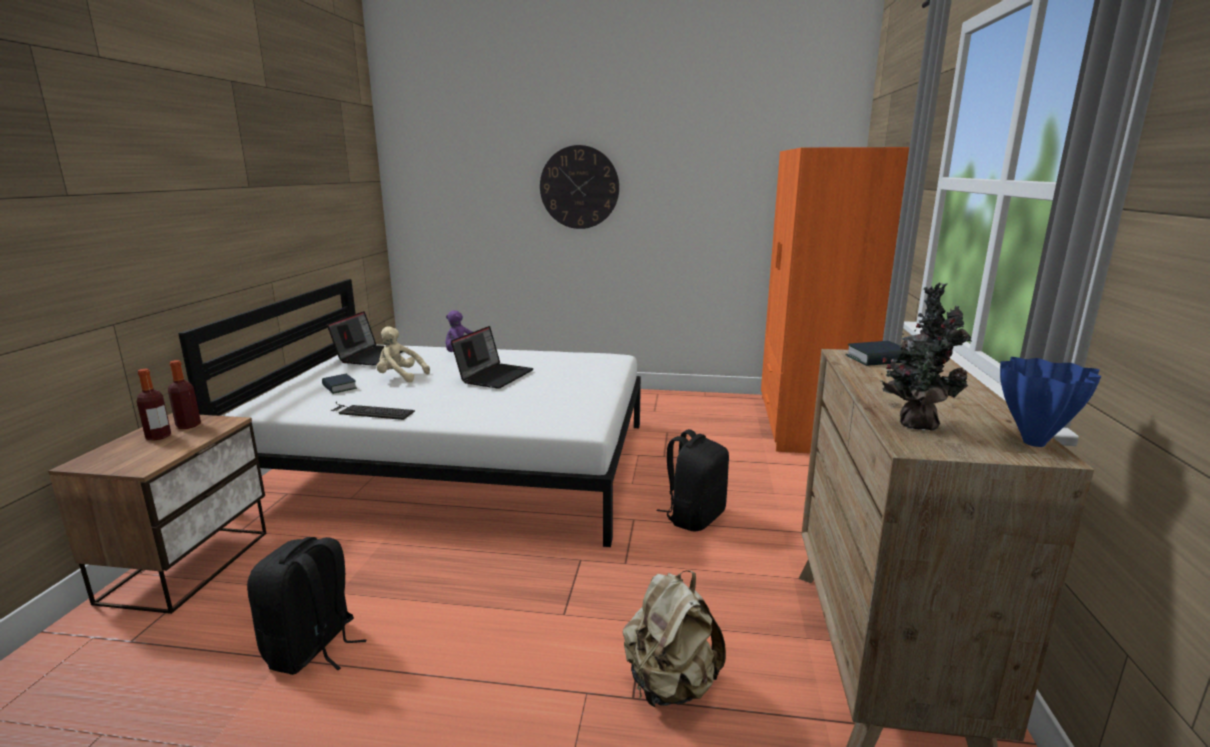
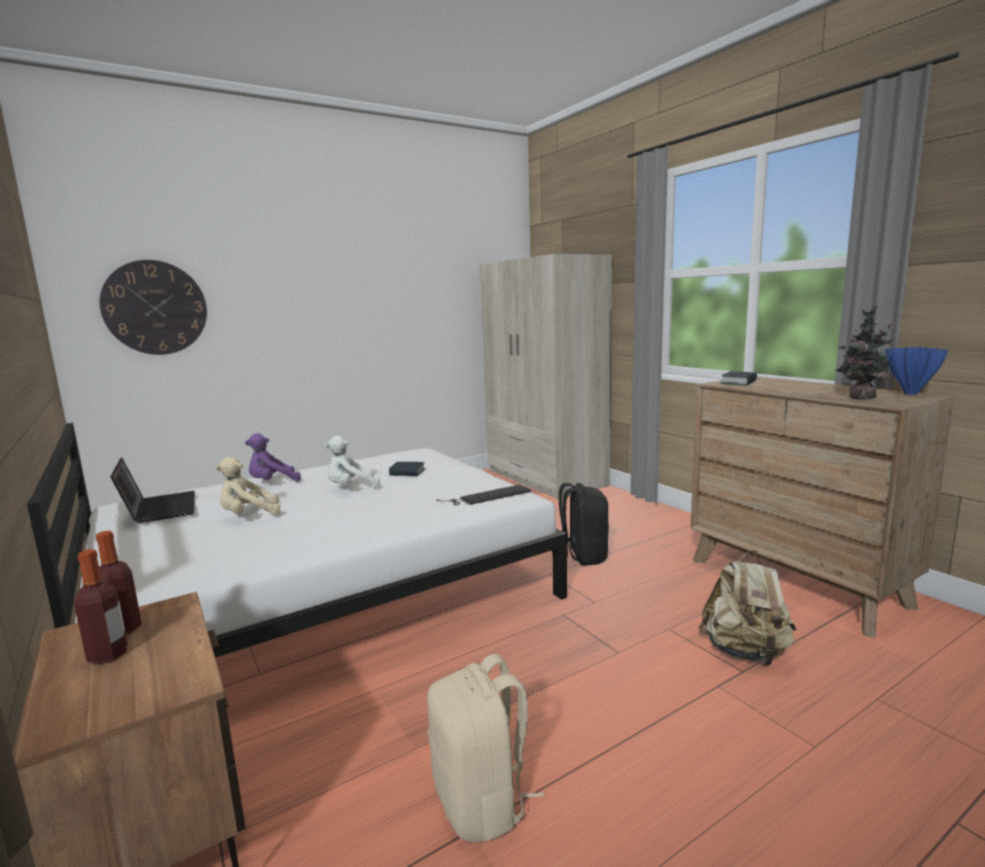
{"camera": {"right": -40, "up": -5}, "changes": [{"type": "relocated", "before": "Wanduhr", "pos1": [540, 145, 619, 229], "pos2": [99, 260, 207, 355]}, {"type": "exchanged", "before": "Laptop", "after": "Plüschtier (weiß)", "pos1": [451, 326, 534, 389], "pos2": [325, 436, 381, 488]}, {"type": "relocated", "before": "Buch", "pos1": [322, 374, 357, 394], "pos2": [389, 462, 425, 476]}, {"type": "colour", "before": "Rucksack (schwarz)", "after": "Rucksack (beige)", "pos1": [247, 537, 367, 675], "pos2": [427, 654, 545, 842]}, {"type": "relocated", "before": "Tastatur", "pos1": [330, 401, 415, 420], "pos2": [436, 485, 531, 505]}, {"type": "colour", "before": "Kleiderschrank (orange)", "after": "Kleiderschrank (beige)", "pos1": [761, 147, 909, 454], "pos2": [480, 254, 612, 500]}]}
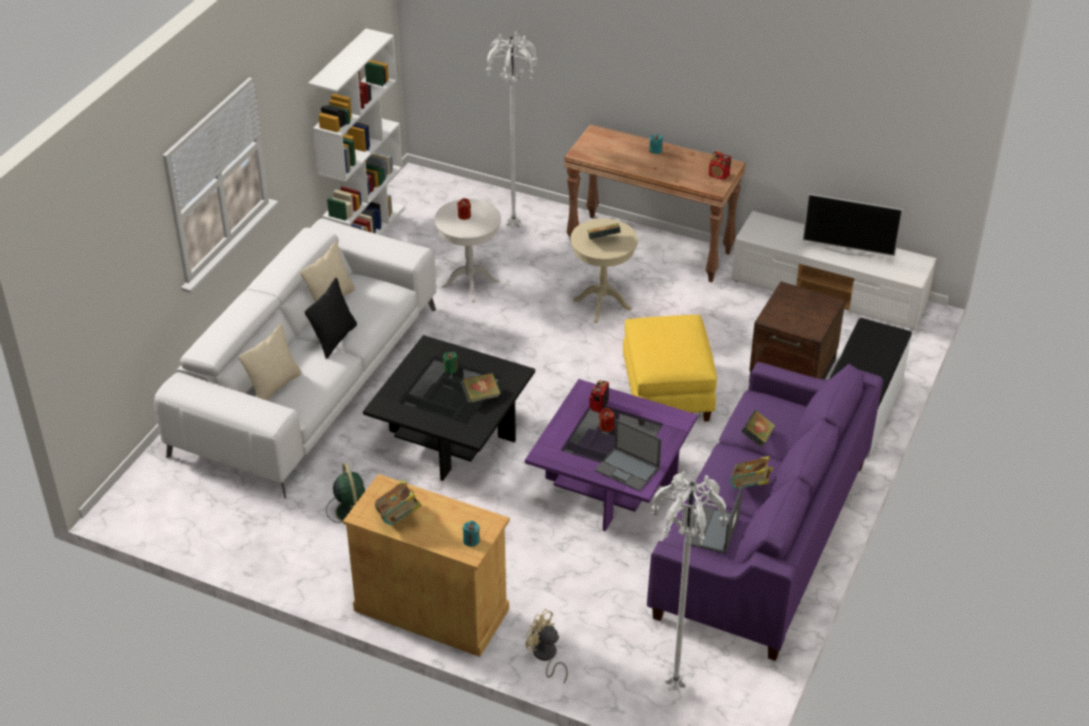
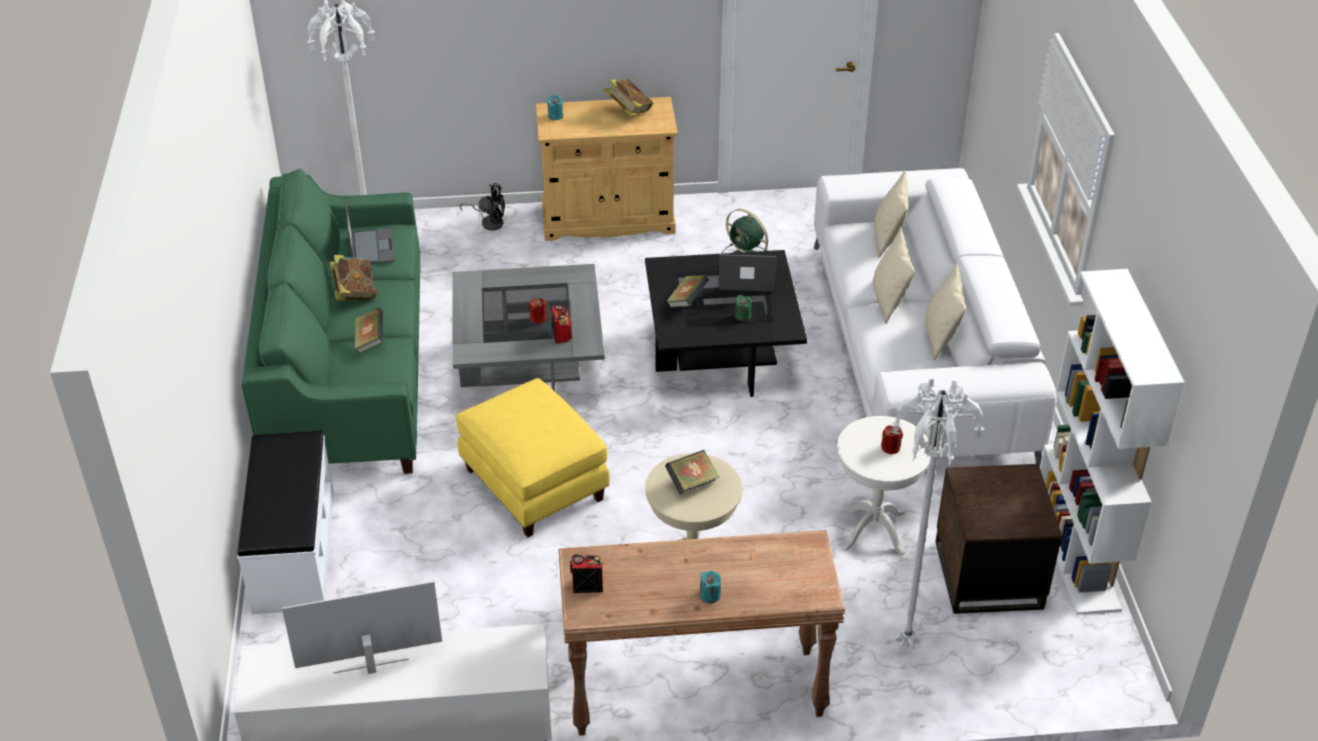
{"camera": {"right": 150, "up": 0}, "changes": [{"type": "colour", "before": "Sofa (lila)", "after": "Sofa (grün)", "pos1": [647, 362, 883, 661], "pos2": [241, 168, 420, 474]}, {"type": "colour", "before": "Couchtisch (lila)", "after": "Couchtisch (grau)", "pos1": [525, 379, 698, 531], "pos2": [452, 264, 605, 392]}, {"type": "colour", "before": "Ventilator (beige)", "after": "Ventilator (schwarz)", "pos1": [526, 609, 568, 683], "pos2": [459, 183, 505, 231]}, {"type": "relocated", "before": "Laptop", "pos1": [595, 419, 662, 491], "pos2": [719, 254, 777, 292]}, {"type": "colour", "before": "Kissen (schwarz)", "after": "Kissen (beige)", "pos1": [305, 277, 357, 359], "pos2": [873, 229, 915, 323]}, {"type": "relocated", "before": "Beistelltisch (braun)", "pos1": [749, 282, 845, 382], "pos2": [936, 464, 1062, 614]}]}
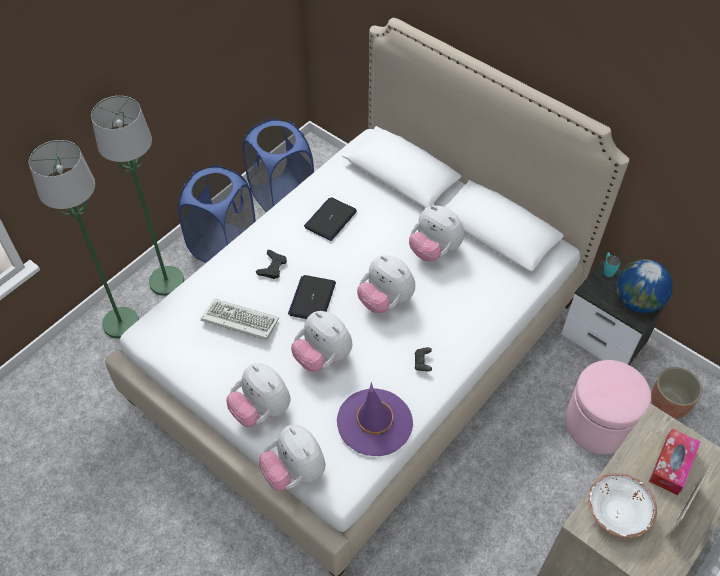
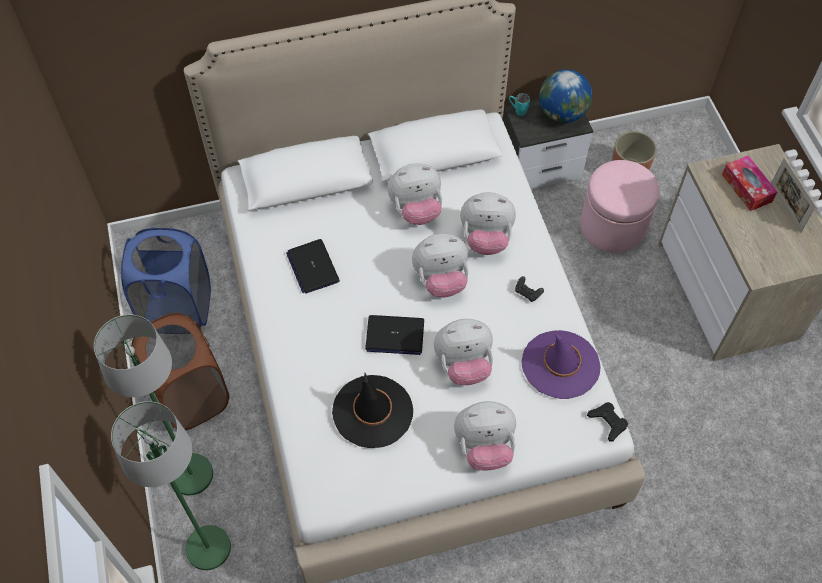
{"camera": {"right": -55, "up": 5}, "changes": [{"type": "colour", "before": "Wäschekorb (blau)", "after": "Wäschekorb (braun)", "pos1": [178, 165, 256, 263], "pos2": [132, 313, 230, 430]}, {"type": "exchanged", "before": "Tastatur", "after": "Hut (schwarz)", "pos1": [201, 299, 279, 340], "pos2": [332, 373, 413, 448]}, {"type": "spun", "before": "Laptop", "pos1": [288, 275, 336, 319], "pos2": [365, 315, 424, 355], "turn": -45}, {"type": "relocated", "before": "Plüschtier", "pos1": [259, 424, 326, 491], "pos2": [460, 192, 516, 255]}, {"type": "relocated", "before": "Gamepad (schwarz)", "pos1": [256, 250, 287, 279], "pos2": [587, 402, 628, 442]}, {"type": "missing", "before": "Schüssel (weiß)", "pos1": [588, 473, 657, 538]}]}
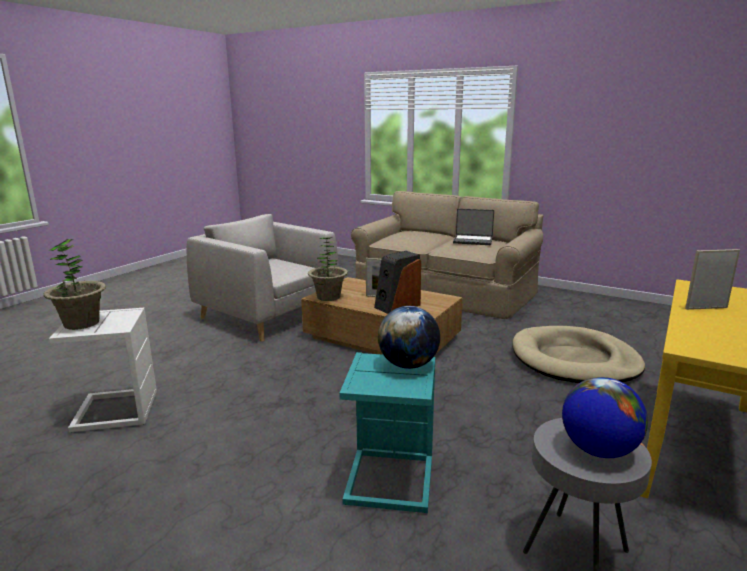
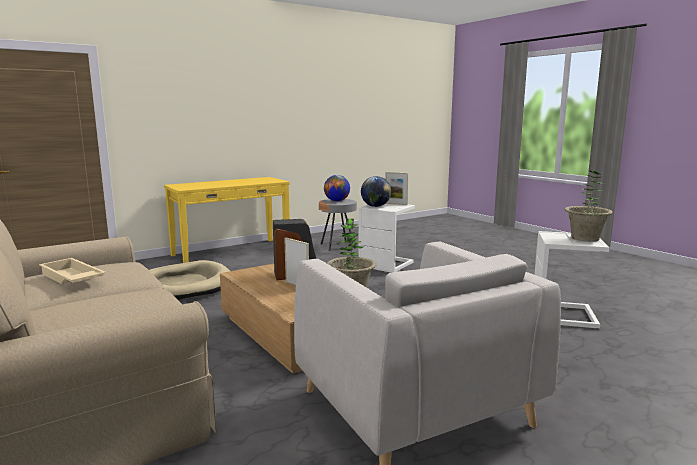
{"camera": {"right": -155, "up": -5}, "changes": [{"type": "exchanged", "before": "Laptop", "after": "Tablett (beige)", "pos1": [453, 209, 494, 245], "pos2": [39, 258, 106, 284]}, {"type": "colour", "before": "Beistelltisch (türkis)", "after": "Beistelltisch (weiß)", "pos1": [339, 352, 435, 513], "pos2": [359, 204, 415, 273]}, {"type": "relocated", "before": "Bilderrahmen", "pos1": [685, 249, 740, 310], "pos2": [385, 172, 408, 205]}]}
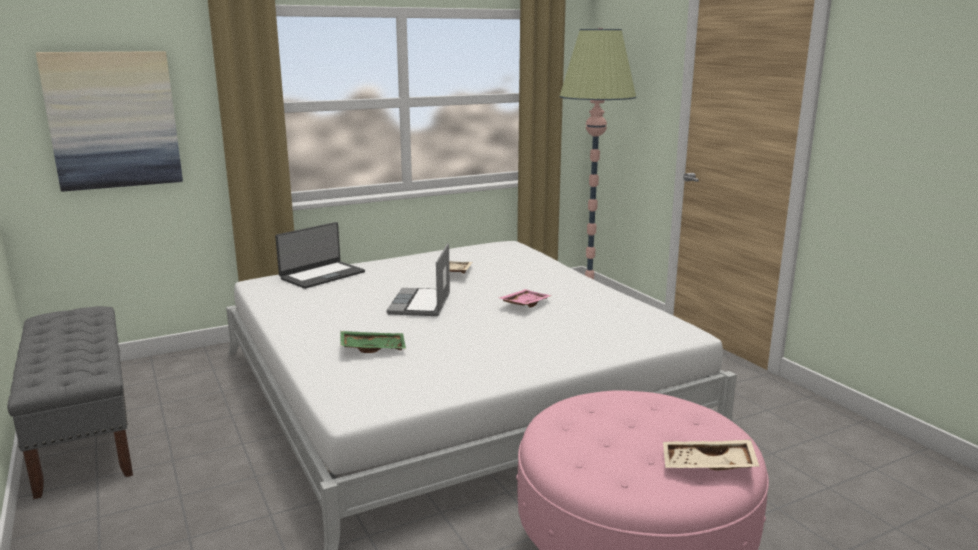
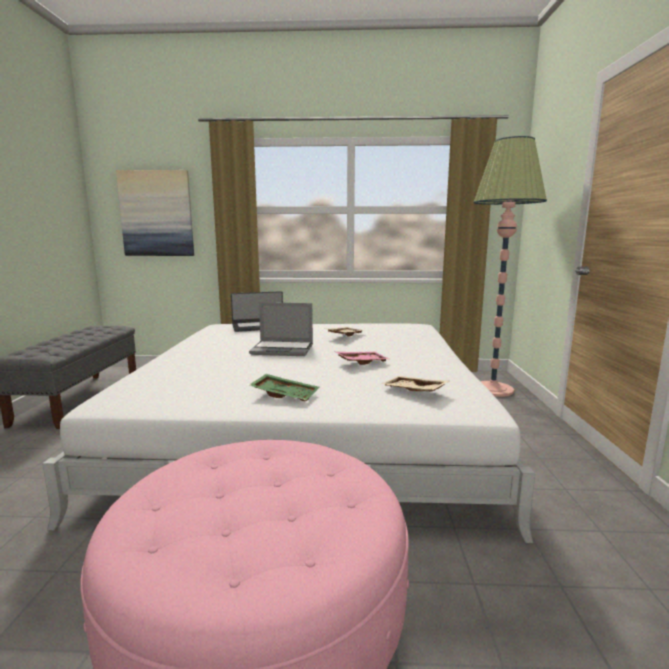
{"camera": {"right": 30, "up": -5}, "changes": [{"type": "spun", "before": "Laptop", "pos1": [386, 243, 450, 316], "pos2": [249, 302, 313, 356], "turn": -120}, {"type": "relocated", "before": "Tablett (grün)", "pos1": [340, 331, 406, 353], "pos2": [250, 374, 319, 401]}, {"type": "relocated", "before": "Tablett (beige)", "pos1": [663, 440, 760, 470], "pos2": [380, 376, 449, 392]}]}
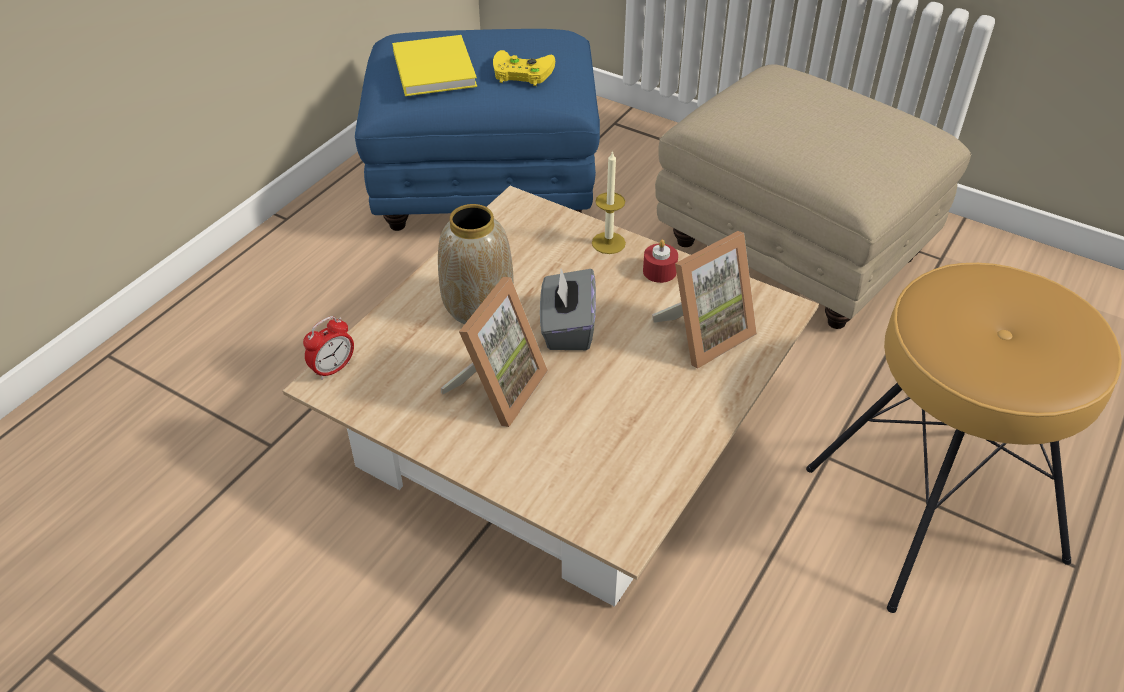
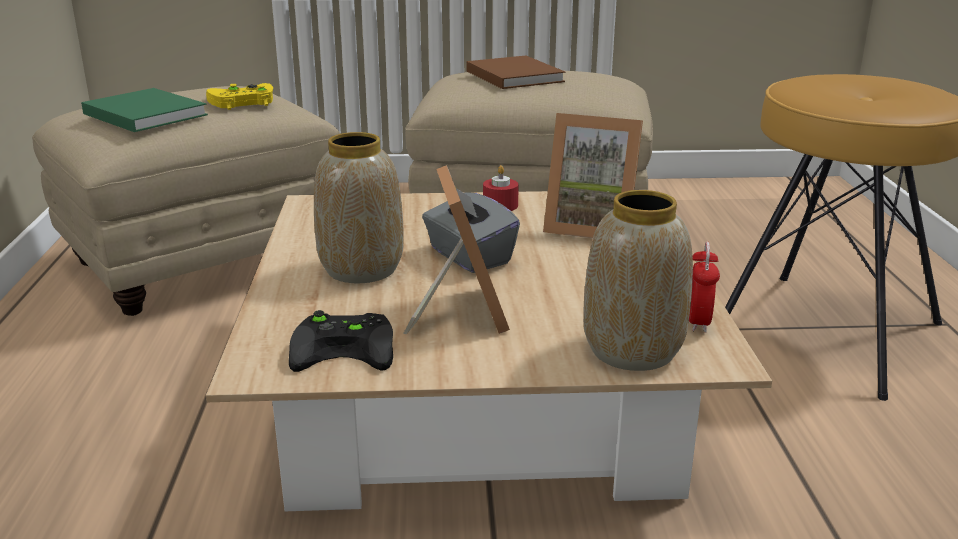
{"camera": {"right": -35, "up": -20}, "changes": [{"type": "colour", "before": "Polsterhocker (blau)", "after": "Polsterhocker (beige)", "pos1": [355, 29, 600, 231], "pos2": [32, 86, 341, 316]}, {"type": "colour", "before": "Buch (gelb)", "after": "Buch (grün)", "pos1": [392, 35, 477, 96], "pos2": [81, 88, 208, 132]}, {"type": "appeared", "after": "Gamepad (schwarz)", "pos2": [289, 310, 393, 372]}, {"type": "appeared", "after": "Buch (braun)", "pos2": [466, 56, 565, 89]}, {"type": "spun", "before": "Bilderrahmen", "pos1": [652, 231, 757, 369], "pos2": [543, 113, 643, 238], "turn": 90}, {"type": "appeared", "after": "Vase", "pos2": [583, 190, 693, 371]}, {"type": "relocated", "before": "Wecker", "pos1": [303, 316, 354, 380], "pos2": [689, 242, 720, 333]}, {"type": "missing", "before": "Kerze", "pos1": [592, 150, 626, 254]}]}
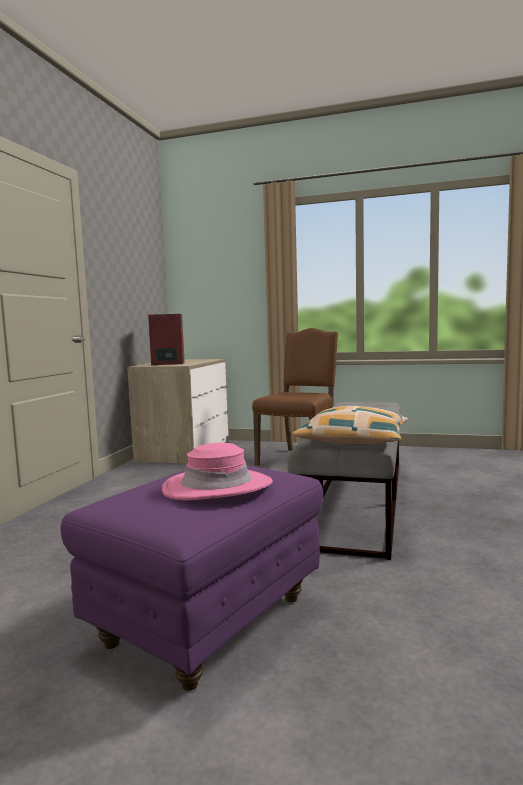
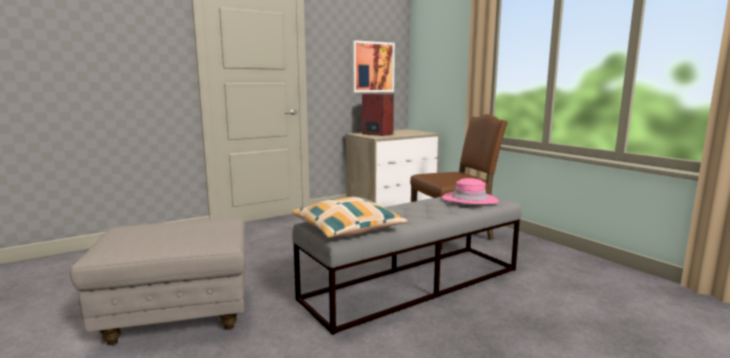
{"camera": {"right": 40, "up": 5}, "changes": [{"type": "colour", "before": "Polsterhocker (lila)", "after": "Polsterhocker (grau)", "pos1": [61, 466, 323, 691], "pos2": [70, 218, 246, 345]}, {"type": "appeared", "after": "Bild", "pos2": [352, 40, 395, 92]}, {"type": "relocated", "before": "Hut (rosa)", "pos1": [162, 443, 273, 500], "pos2": [442, 178, 499, 204]}]}
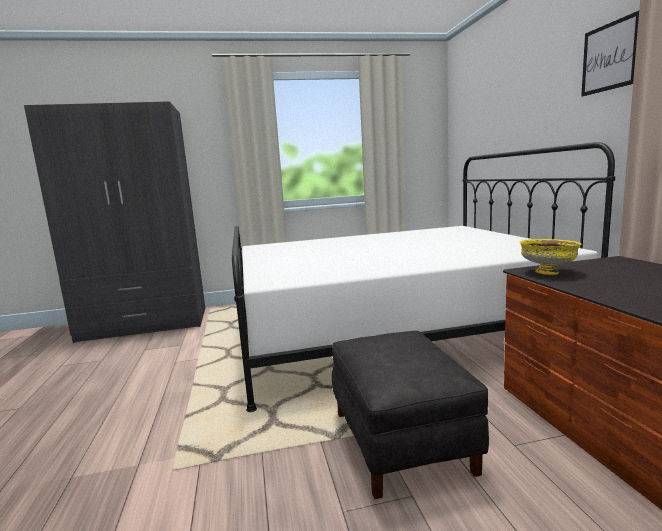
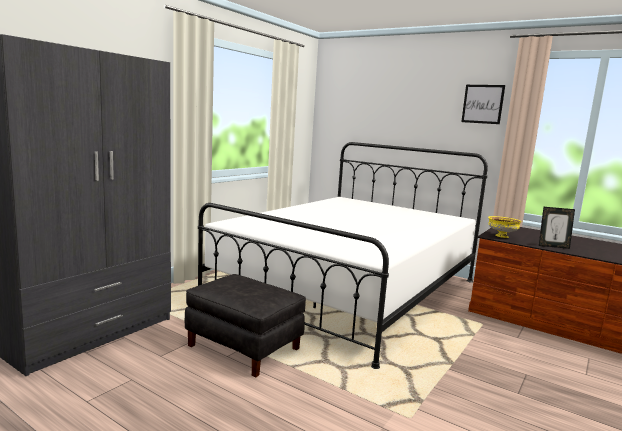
{"camera": {"right": -45, "up": 0}, "changes": [{"type": "relocated", "before": "Polsterhocker (schwarz)", "pos1": [332, 331, 489, 499], "pos2": [185, 274, 306, 377]}, {"type": "appeared", "after": "Bilderrahmen", "pos2": [539, 207, 575, 249]}]}
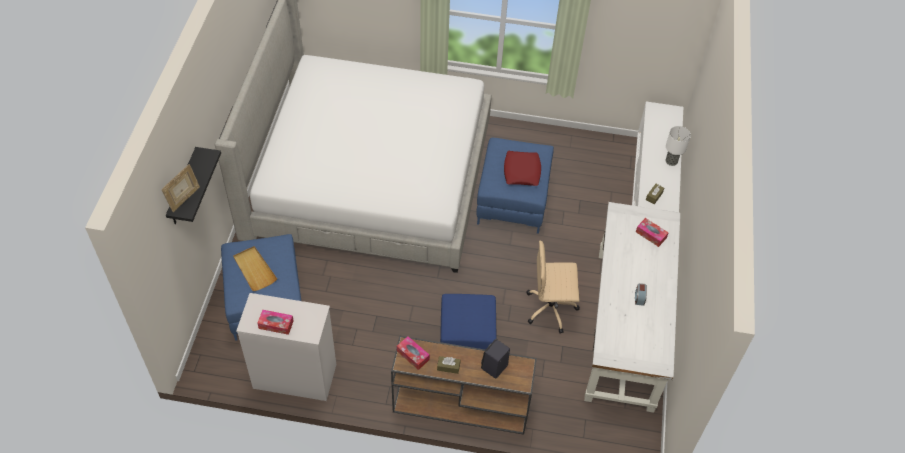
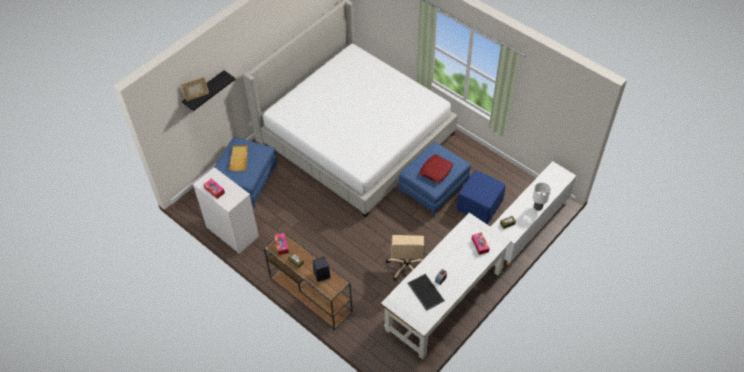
{"camera": {"right": 35, "up": 0}, "changes": [{"type": "spun", "before": "Bürostuhl (beige)", "pos1": [526, 240, 580, 334], "pos2": [386, 235, 425, 281], "turn": -120}, {"type": "appeared", "after": "Tablett", "pos2": [408, 274, 445, 311]}, {"type": "relocated", "before": "Polsterhocker (blau)", "pos1": [440, 294, 497, 350], "pos2": [457, 170, 506, 224]}]}
